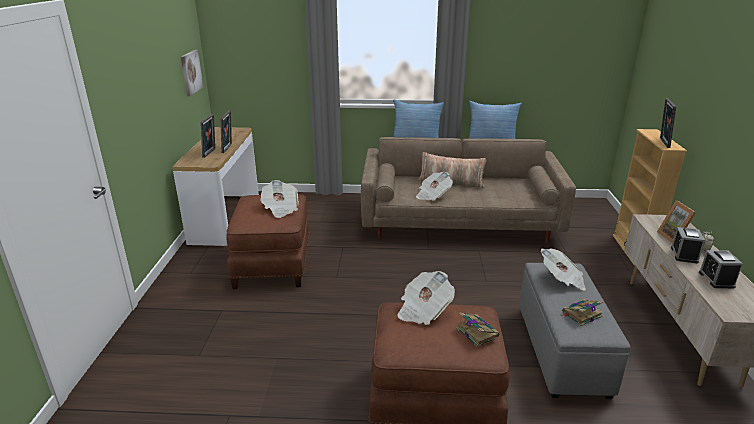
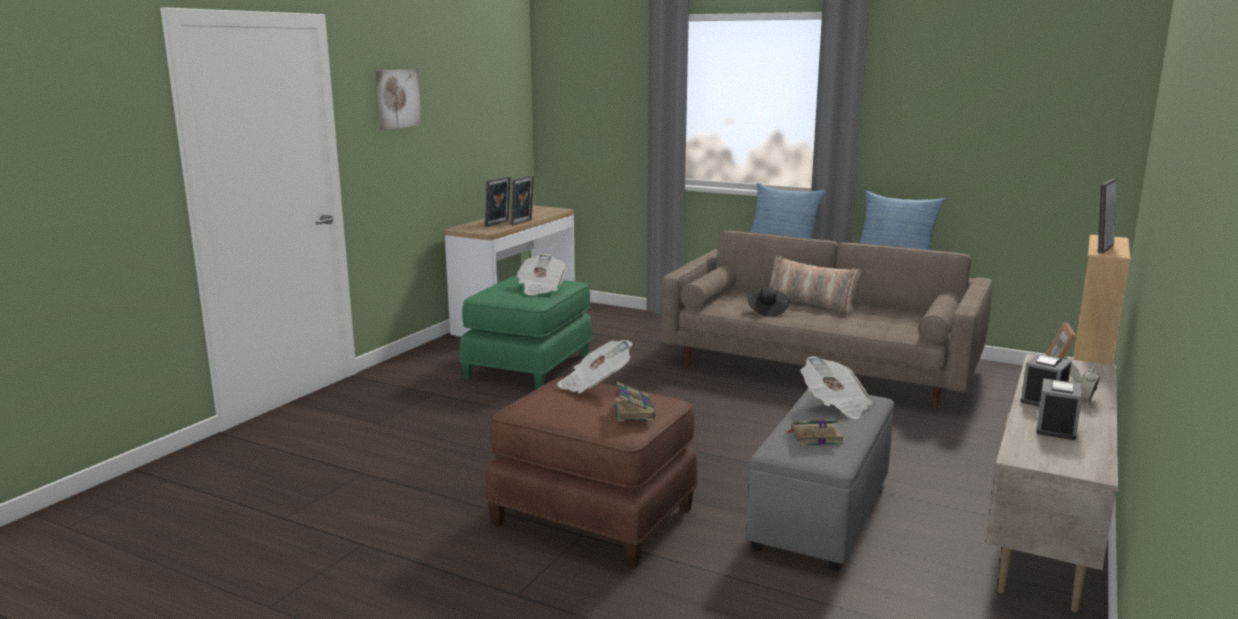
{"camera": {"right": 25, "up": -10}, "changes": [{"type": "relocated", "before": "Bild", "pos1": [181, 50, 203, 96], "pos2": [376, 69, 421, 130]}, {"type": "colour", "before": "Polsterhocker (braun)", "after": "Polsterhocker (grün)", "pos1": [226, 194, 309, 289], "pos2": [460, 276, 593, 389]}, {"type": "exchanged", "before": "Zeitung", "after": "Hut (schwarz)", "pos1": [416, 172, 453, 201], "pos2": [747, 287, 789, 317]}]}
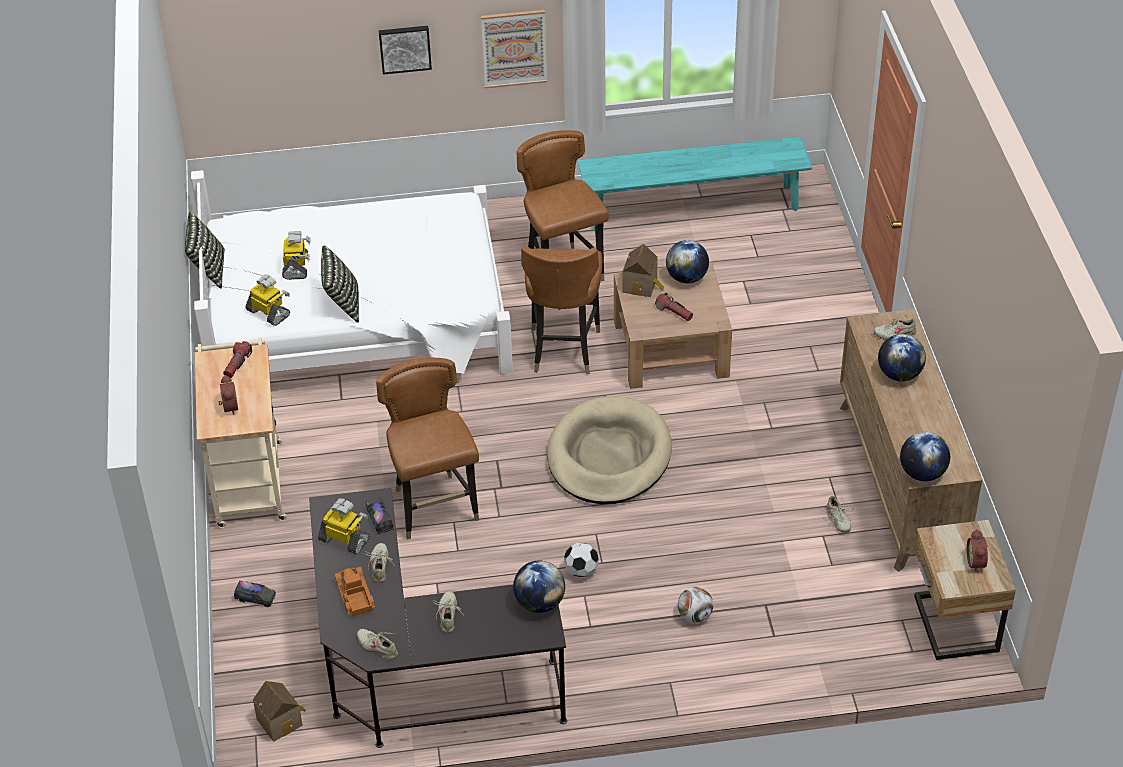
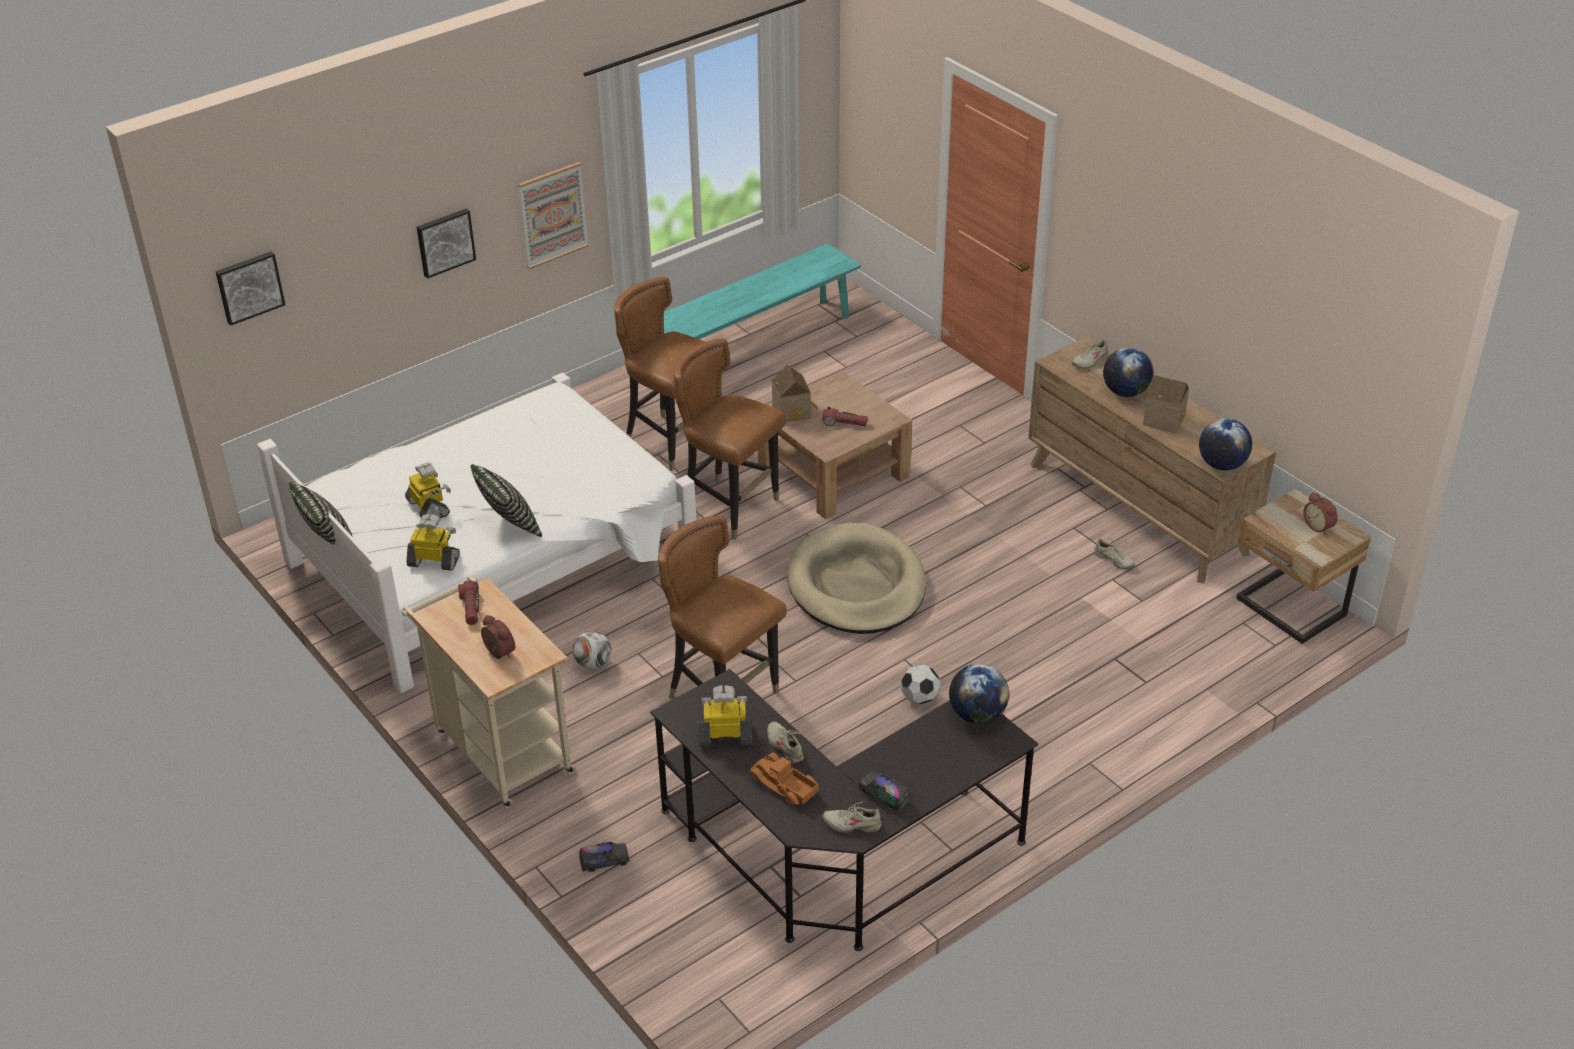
{"camera": {"right": -30, "up": -5}, "changes": [{"type": "appeared", "after": "Bild", "pos2": [215, 251, 285, 326]}, {"type": "relocated", "before": "Fußball", "pos1": [678, 587, 713, 623], "pos2": [573, 631, 611, 669]}, {"type": "spun", "before": "Stuhl (braun)", "pos1": [521, 246, 602, 374], "pos2": [674, 338, 786, 540], "turn": 150}, {"type": "relocated", "before": "Spielzeuglaster", "pos1": [366, 498, 394, 534], "pos2": [859, 771, 911, 811]}, {"type": "relocated", "before": "Spielzeughaus", "pos1": [253, 681, 306, 742], "pos2": [1143, 375, 1189, 433]}, {"type": "missing", "before": "Schuh (beige)", "pos1": [433, 591, 462, 633]}, {"type": "missing", "before": "Globus", "pos1": [666, 240, 709, 283]}]}
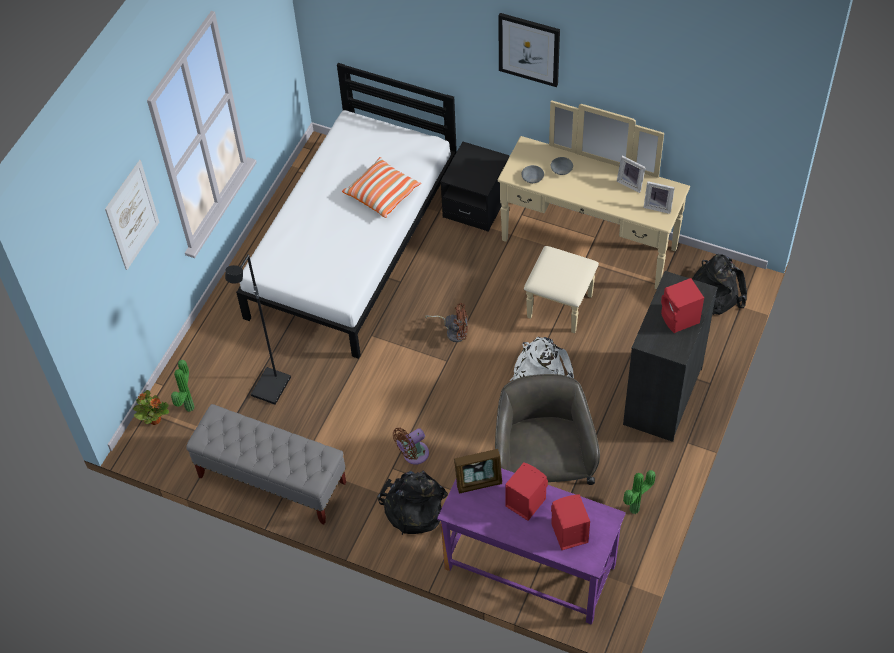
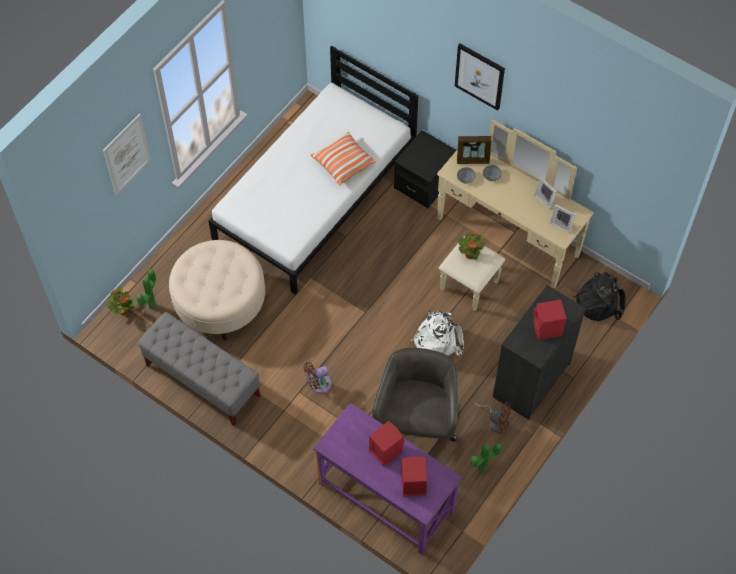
{"camera": {"right": 10, "up": 5}, "changes": [{"type": "exchanged", "before": "Stehlampe (schwarz)", "after": "Polsterhocker (beige)", "pos1": [225, 254, 291, 405], "pos2": [169, 240, 265, 341]}, {"type": "relocated", "before": "Bilderrahmen", "pos1": [454, 449, 502, 493], "pos2": [457, 136, 492, 164]}, {"type": "appeared", "after": "Topfpflanze", "pos2": [458, 231, 485, 260]}, {"type": "relocated", "before": "Ventilator (braun)", "pos1": [425, 303, 468, 342], "pos2": [474, 402, 511, 435]}, {"type": "missing", "before": "Rucksack (schwarz)", "pos1": [377, 470, 448, 535]}]}
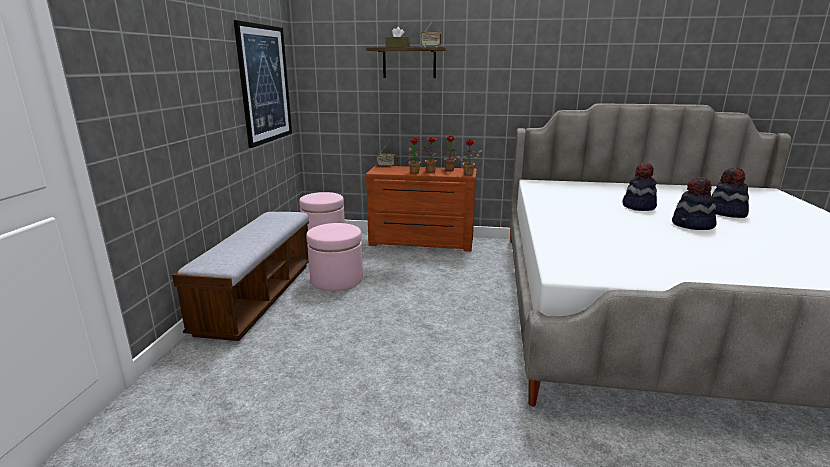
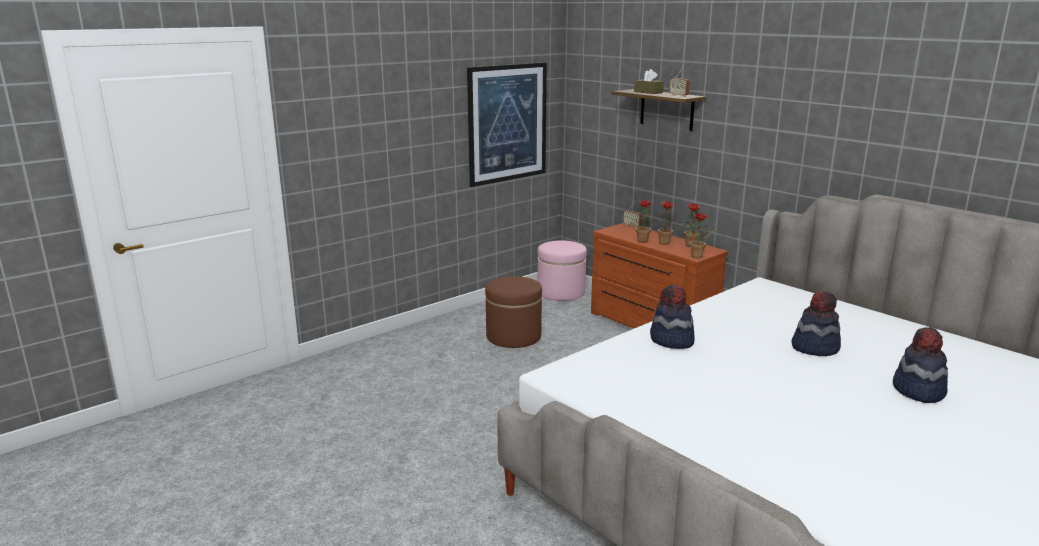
{"camera": {"right": 40, "up": 0}, "changes": [{"type": "colour", "before": "Polsterhocker (rosa)", "after": "Polsterhocker (braun)", "pos1": [306, 223, 363, 291], "pos2": [485, 276, 542, 348]}, {"type": "relocated", "before": "Hut", "pos1": [672, 177, 717, 230], "pos2": [650, 285, 695, 349]}, {"type": "missing", "before": "Bank", "pos1": [172, 212, 309, 341]}]}
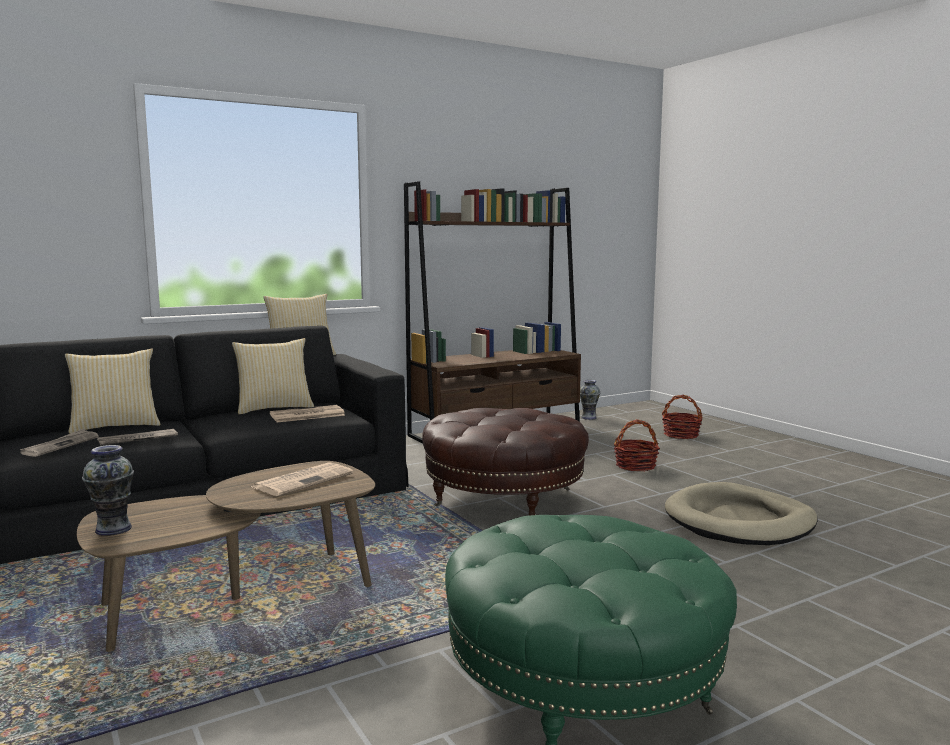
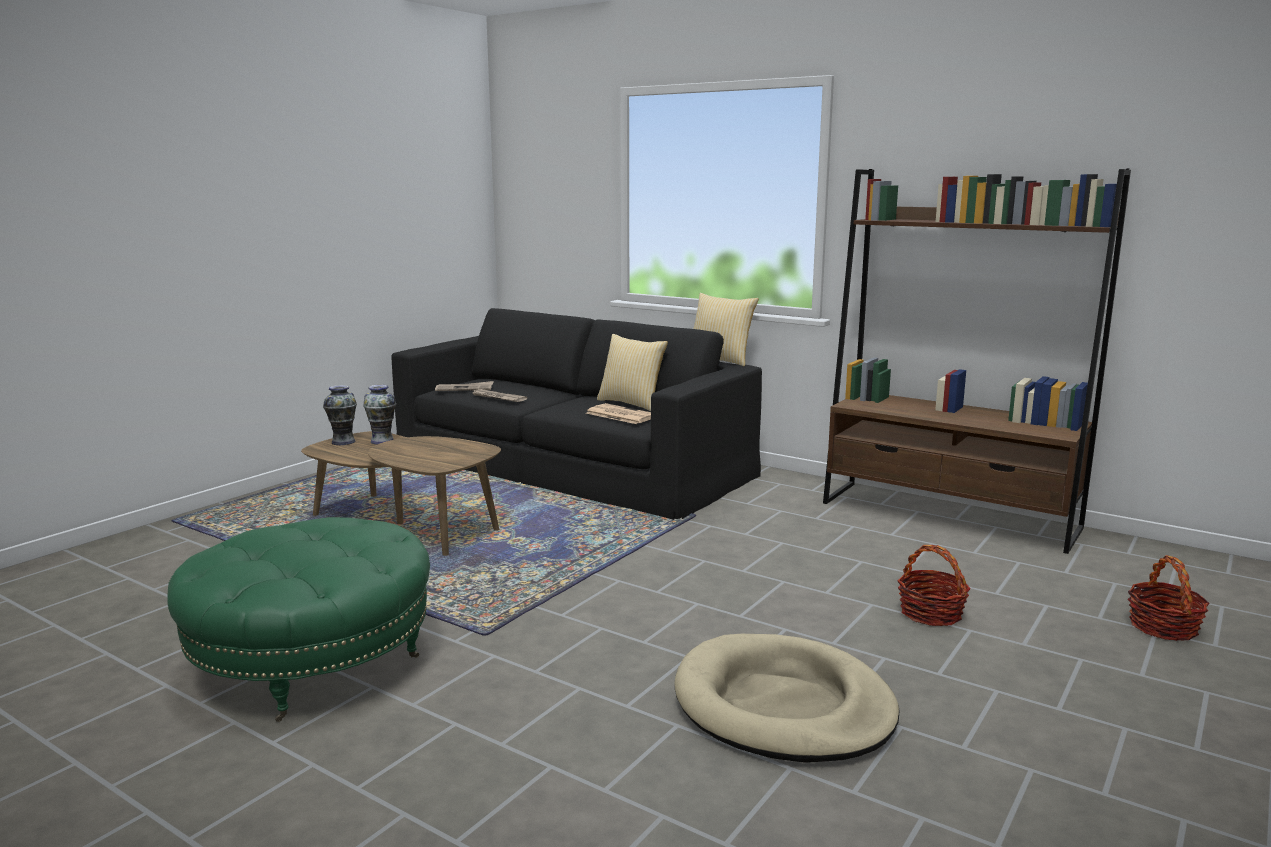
{"camera": {"right": 65, "up": 5}, "changes": [{"type": "relocated", "before": "Vase", "pos1": [580, 380, 601, 420], "pos2": [363, 385, 396, 445]}, {"type": "missing", "before": "Kissen", "pos1": [65, 349, 160, 434]}, {"type": "missing", "before": "Zeitung", "pos1": [251, 462, 354, 496]}, {"type": "missing", "before": "Polsterhocker (braun)", "pos1": [422, 408, 589, 515]}]}
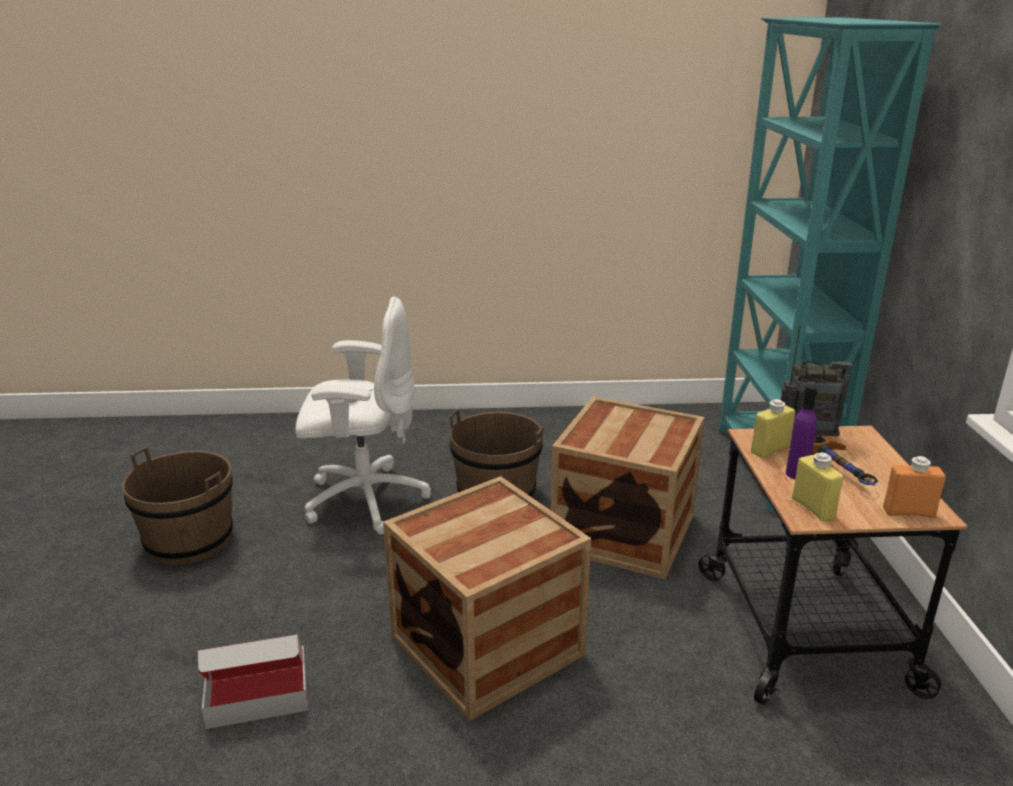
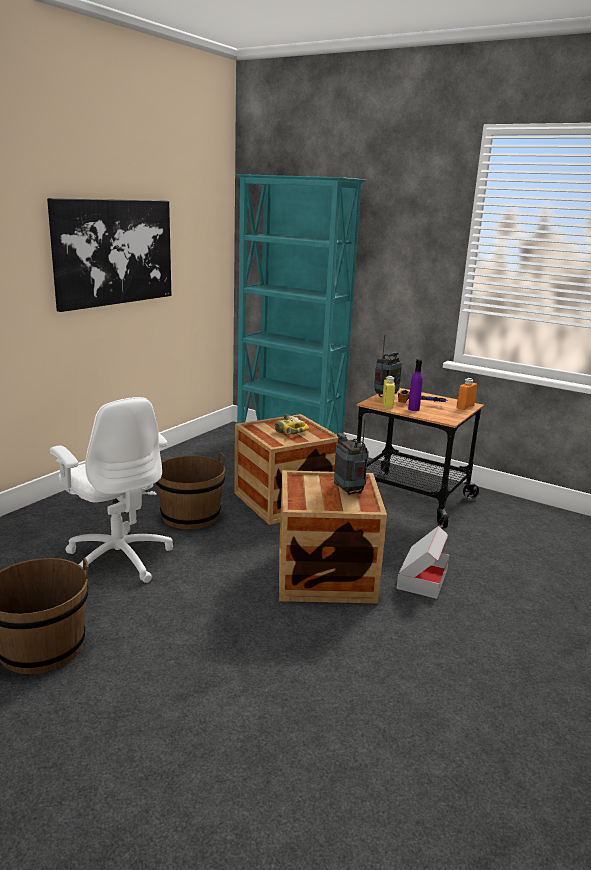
{"camera": {"right": -55, "up": -5}, "changes": [{"type": "appeared", "after": "Bild", "pos2": [47, 198, 171, 312]}, {"type": "spun", "before": "Bürostuhl (weiß)", "pos1": [296, 297, 431, 534], "pos2": [50, 397, 173, 583], "turn": 105}, {"type": "appeared", "after": "Bohrmaschine", "pos2": [270, 414, 309, 435]}, {"type": "appeared", "after": "Radio", "pos2": [334, 419, 369, 495]}, {"type": "relocated", "before": "Karton", "pos1": [198, 635, 308, 729], "pos2": [396, 526, 450, 599]}, {"type": "missing", "before": "Flasche (gelb)", "pos1": [792, 452, 844, 522]}]}
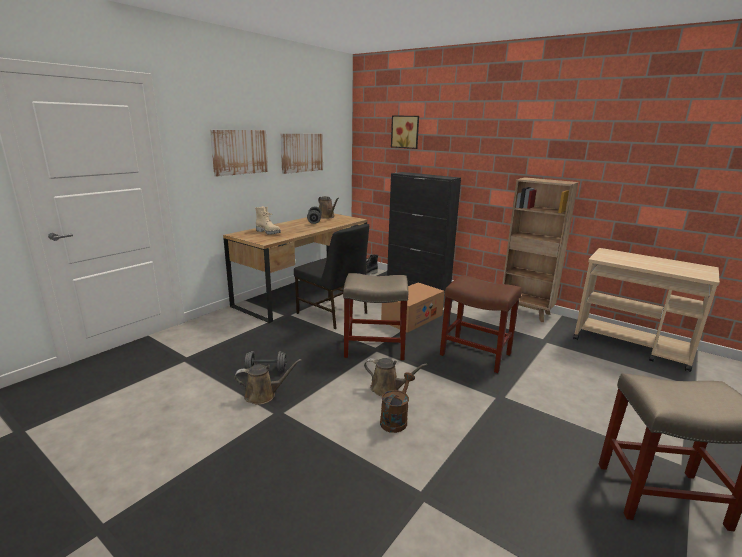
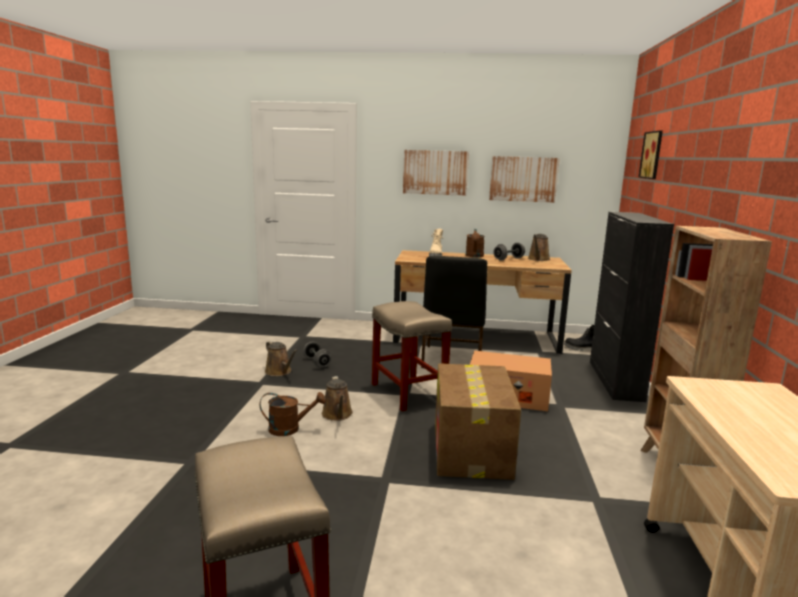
{"camera": {"right": 60, "up": -5}, "changes": [{"type": "exchanged", "before": "Hocker (braun)", "after": "Karton", "pos1": [440, 275, 522, 373], "pos2": [435, 363, 521, 480]}, {"type": "appeared", "after": "Gießkanne (braun)", "pos2": [466, 229, 485, 257]}]}
